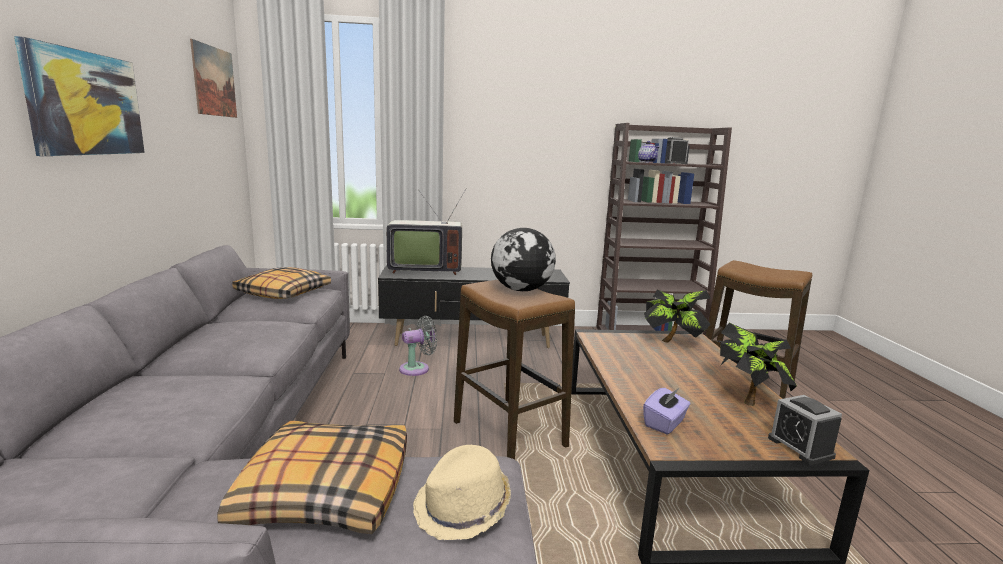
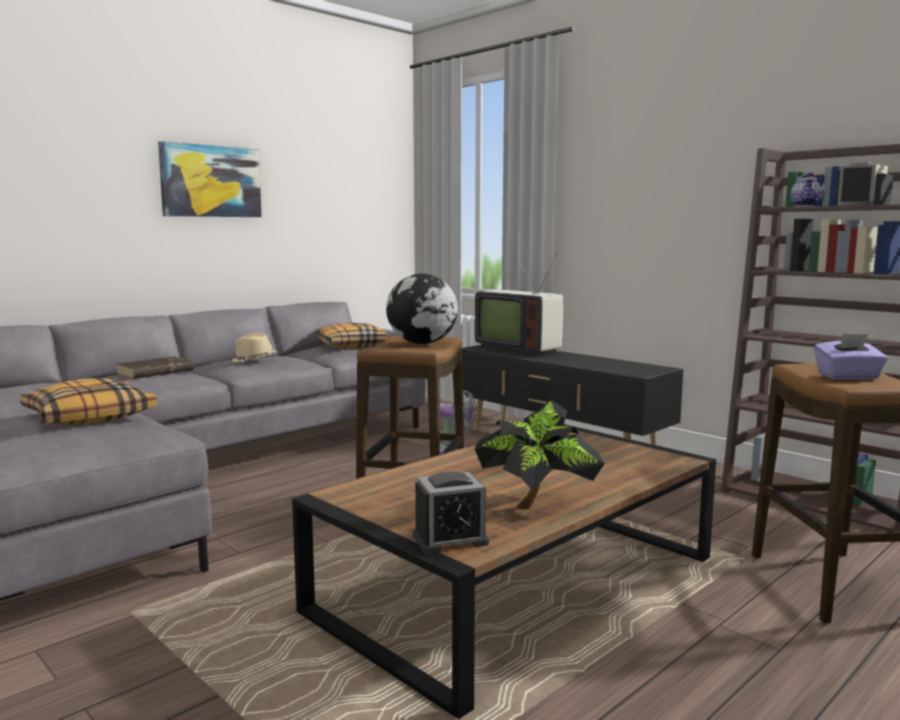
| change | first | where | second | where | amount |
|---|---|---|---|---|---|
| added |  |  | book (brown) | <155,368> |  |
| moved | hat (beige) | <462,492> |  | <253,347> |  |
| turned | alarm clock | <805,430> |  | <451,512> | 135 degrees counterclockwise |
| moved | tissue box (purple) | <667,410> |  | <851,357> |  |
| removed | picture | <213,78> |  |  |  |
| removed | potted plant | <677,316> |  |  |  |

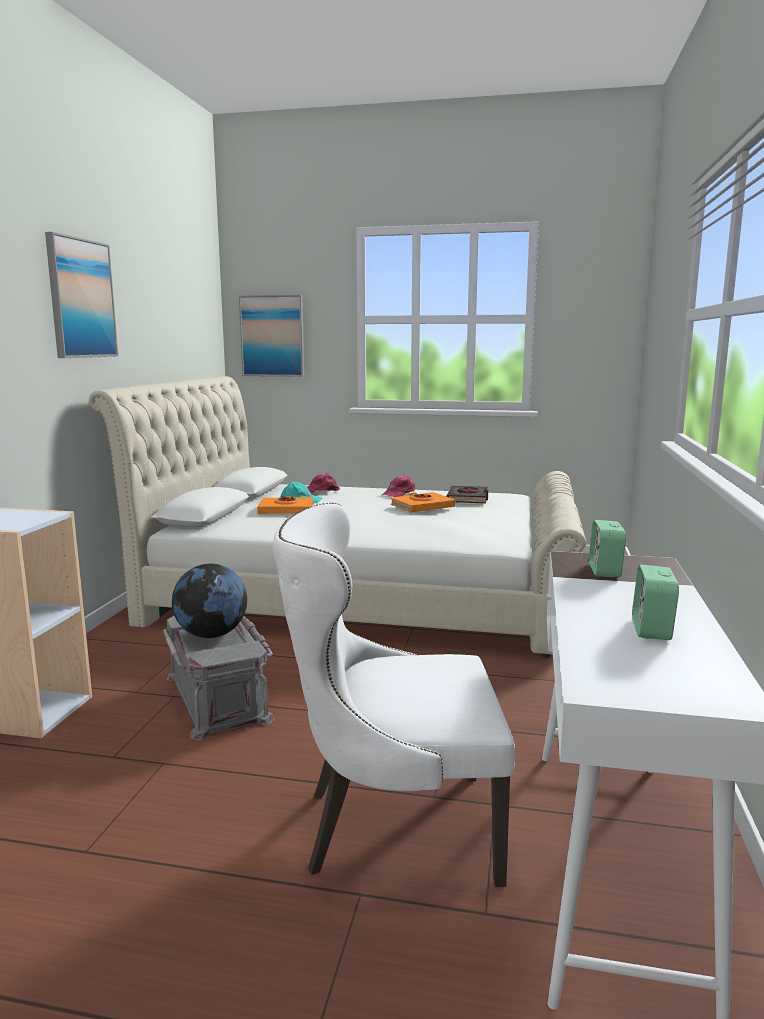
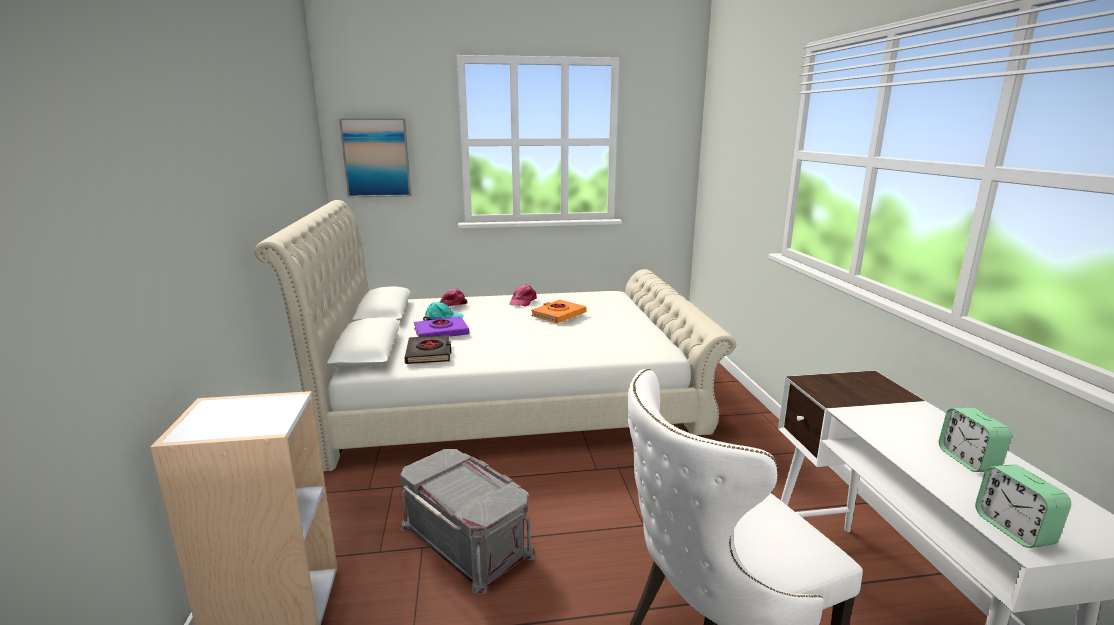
| change | first | where | second | where | amount |
|---|---|---|---|---|---|
| moved | book (black) | <467,495> |  | <427,349> |  |
| recoloured | book (orange) | <285,504> | book (purple) | <441,326> |  |
| moved | alarm clock | <607,548> |  | <1023,506> |  |
| removed | picture | <81,295> |  |  |  |
| removed | globe | <209,601> |  |  |  |

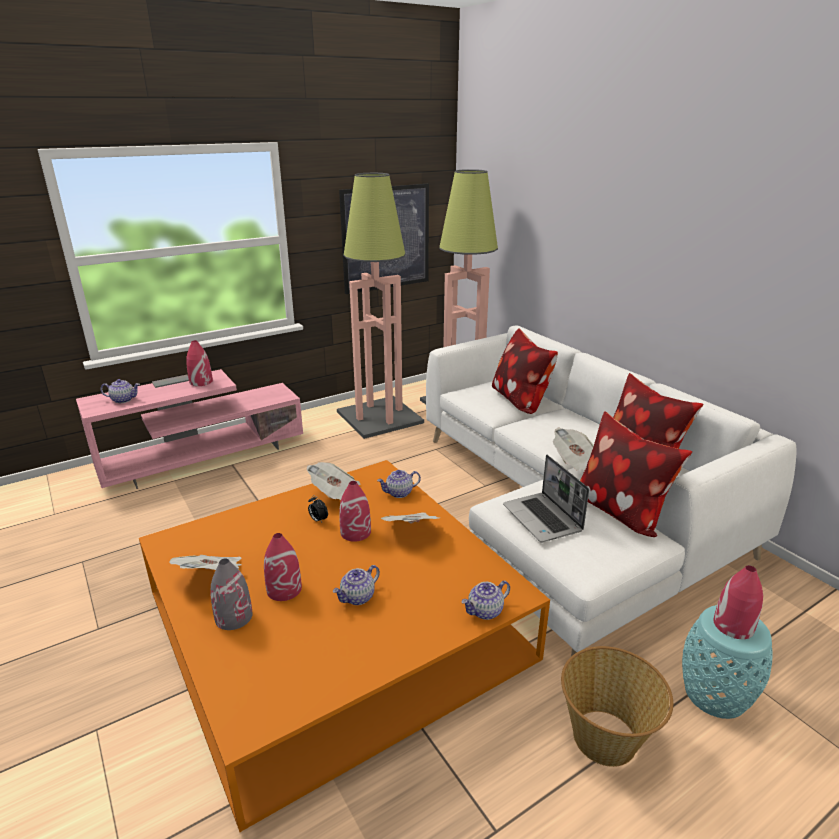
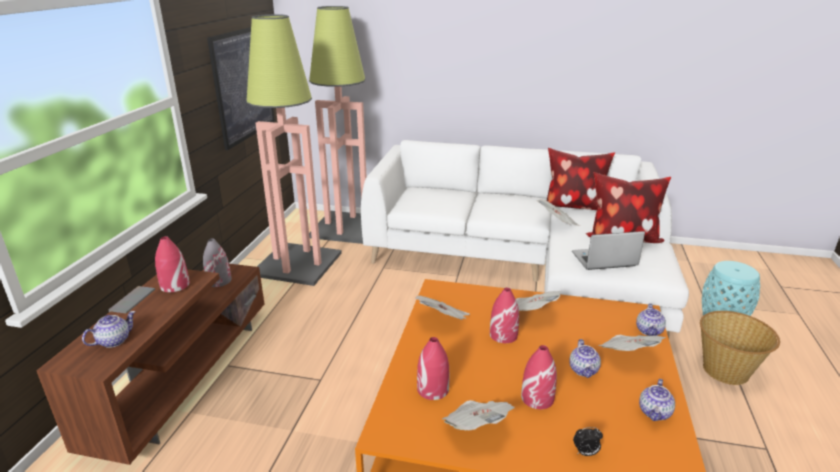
| change | first | where | second | where | amount |
|---|---|---|---|---|---|
| recoloured | tv stand (pink) | <189,429> | tv stand (brown) | <150,364> |  |
| moved | vase (grey) | <231,594> |  | <217,262> |  |
| moved | vase (red) | <738,602> |  | <433,368> |  |
| turned | laptop | <546,498> |  | <608,250> | 150 degrees clockwise |
| moved | alarm clock | <318,509> |  | <588,441> |  |
| added |  |  | newspaper | <632,343> |  |
| moved | teapot | <399,484> |  | <657,400> |  |
| removed | pillow | <525,371> |  |  |  |

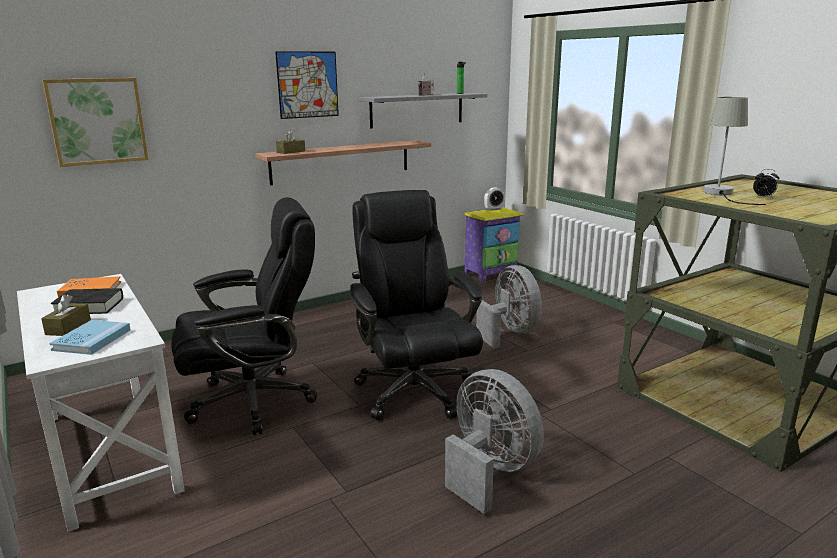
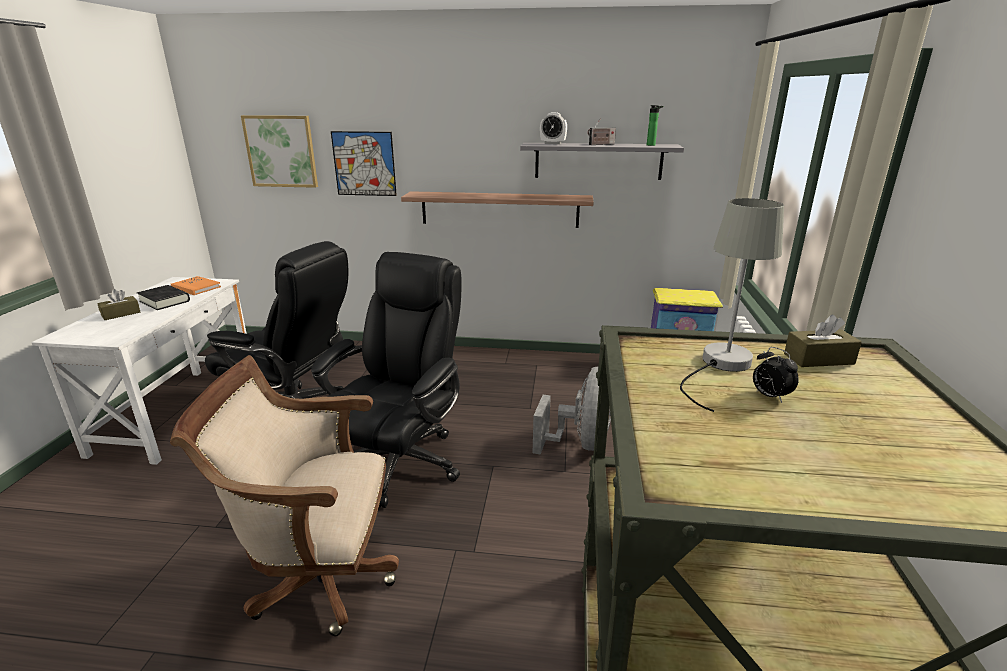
| change | first | where | second | where | amount |
|---|---|---|---|---|---|
| replaced | fan (grey) | <494,441> | office chair | <284,495> |  |
| moved | picture | <307,85> |  | <364,163> |  |
| moved | alarm clock | <494,199> |  | <553,128> |  |
| moved | tissue box (brown) | <290,142> |  | <823,341> |  |
| removed | book (blue) | <90,337> |  |  |  |

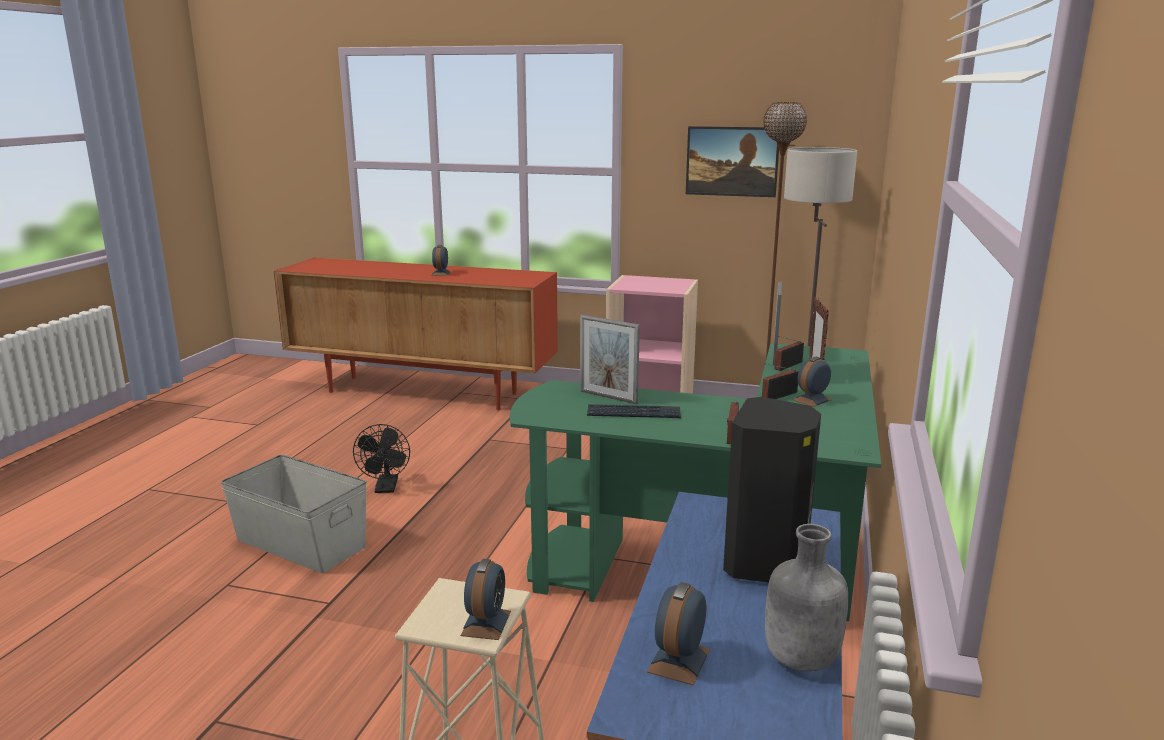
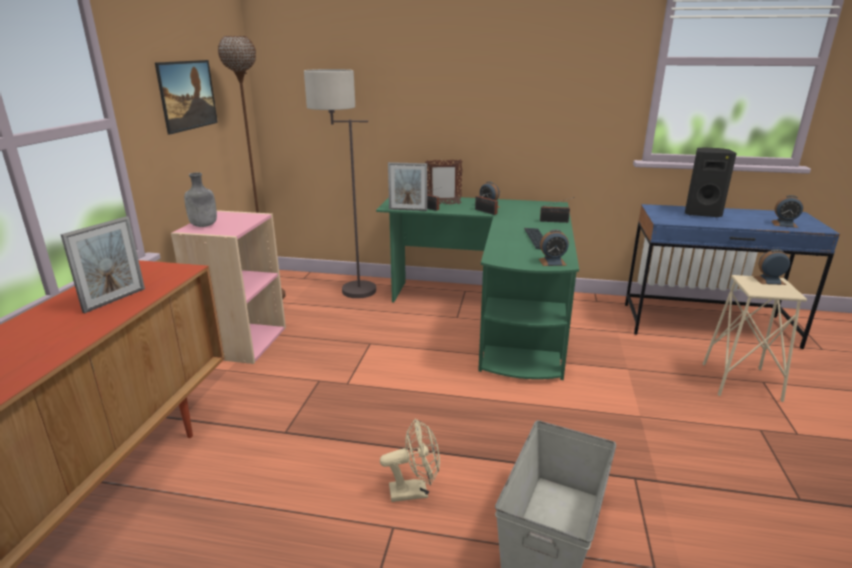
| change | first | where | second | where | amount |
|---|---|---|---|---|---|
| moved | picture frame | <610,359> |  | <102,264> |  |
| moved | bottle (grey) | <806,597> |  | <200,200> |  |
| recoloured | fan (black) | <381,458> | fan (beige) | <410,460> |  |
| moved | alarm clock | <441,260> |  | <554,247> |  |

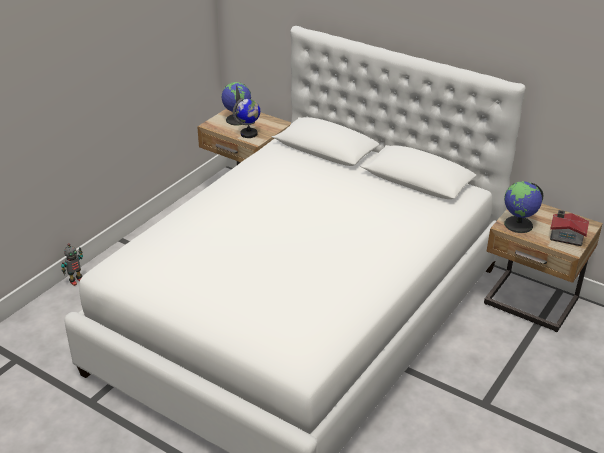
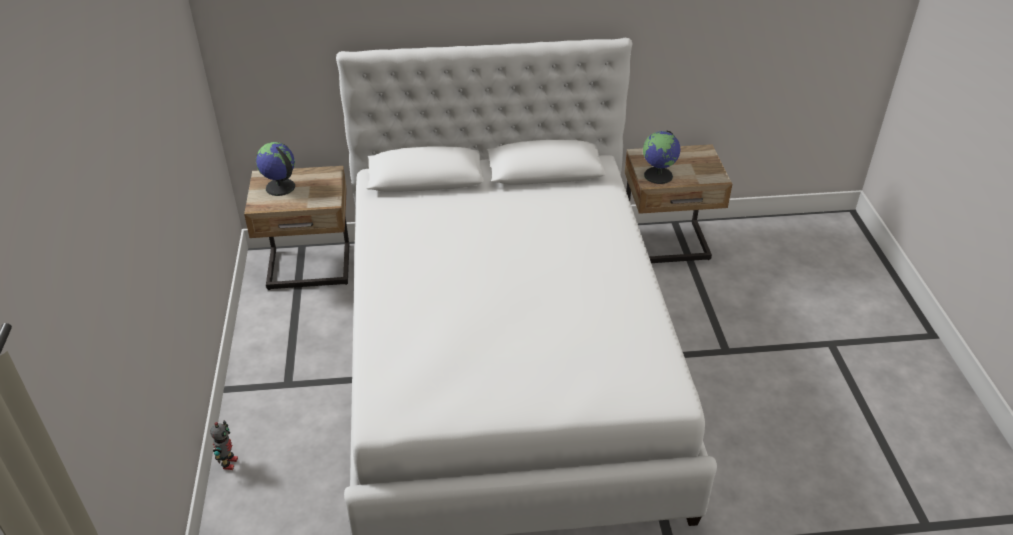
| change | first | where | second | where | amount |
|---|---|---|---|---|---|
| removed | globe | <246,118> |  |  |  |
| removed | toy house | <569,228> |  |  |  |

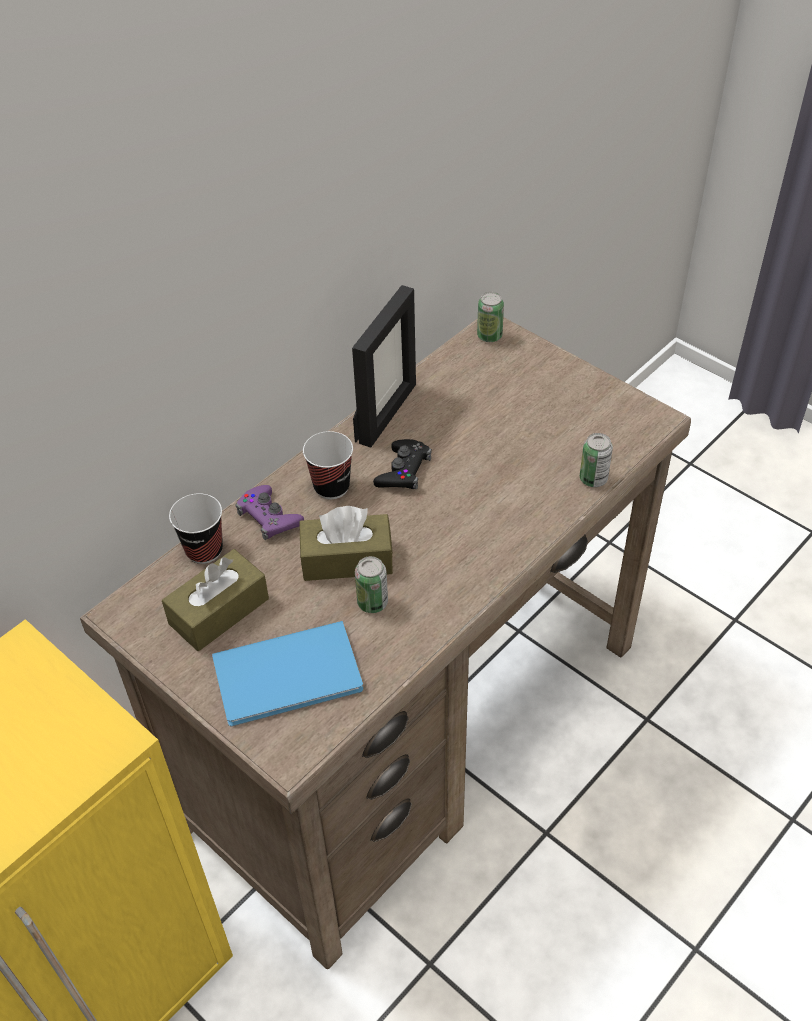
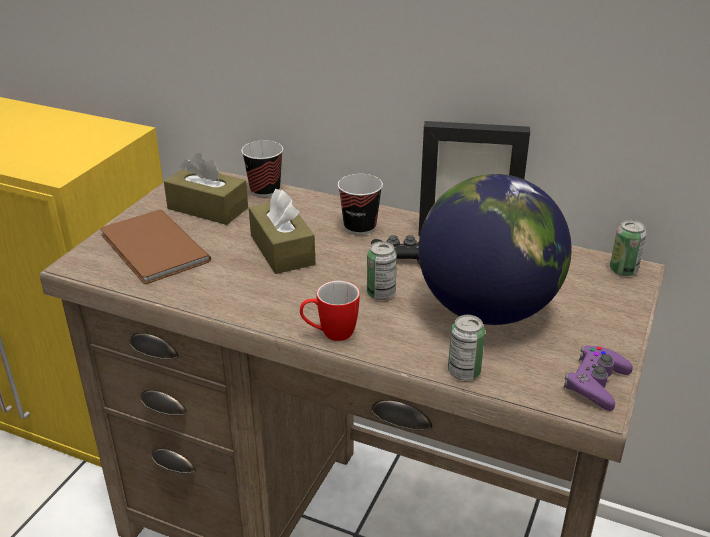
| change | first | where | second | where | amount |
|---|---|---|---|---|---|
| recoloured | book (blue) | <288,674> | book (brown) | <155,247> |  |
| added |  |  | mug | <330,311> |  |
| moved | can | <371,584> |  | <382,270> |  |
| added |  |  | globe | <495,249> |  |
| moved | game controller (purple) | <269,512> |  | <598,378> |  |

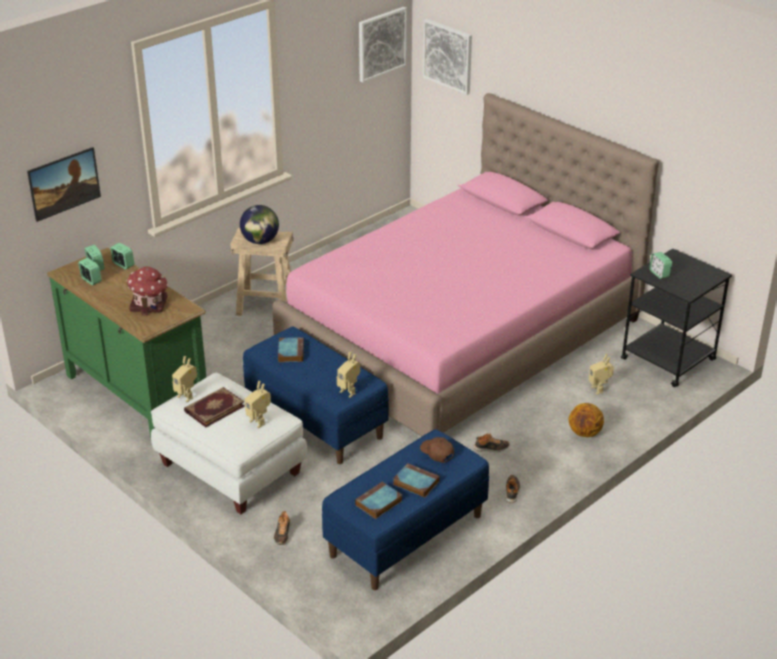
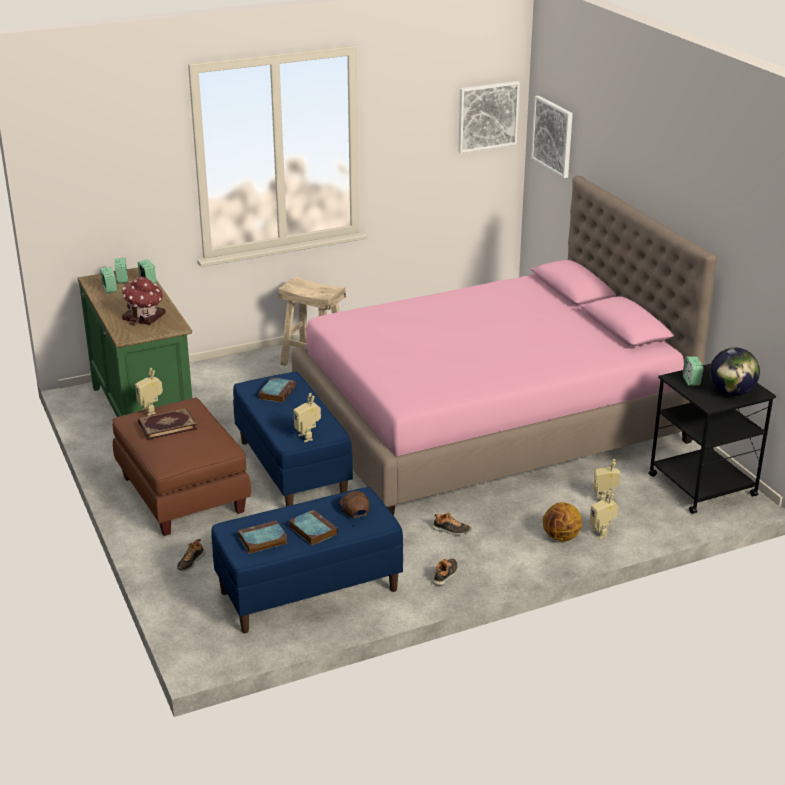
| change | first | where | second | where | amount |
|---|---|---|---|---|---|
| recoloured | ottoman (white) | <229,443> | ottoman (brown) | <182,467> |  |
| moved | toy robot | <258,404> |  | <604,514> |  |
| moved | globe | <259,224> |  | <735,371> |  |
| removed | picture | <64,184> |  |  |  |

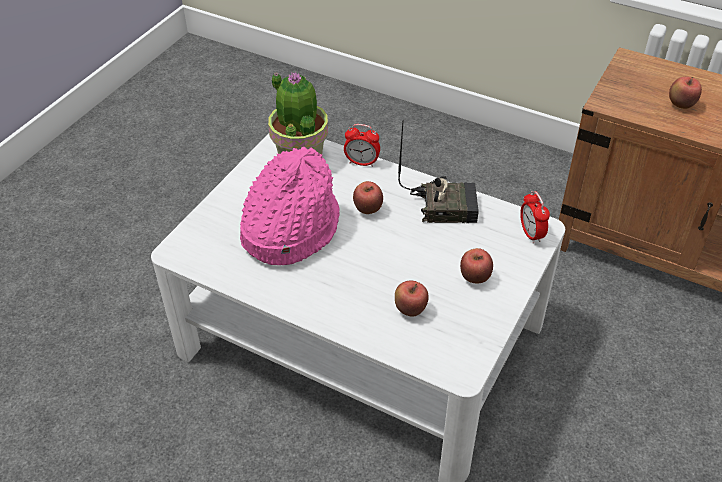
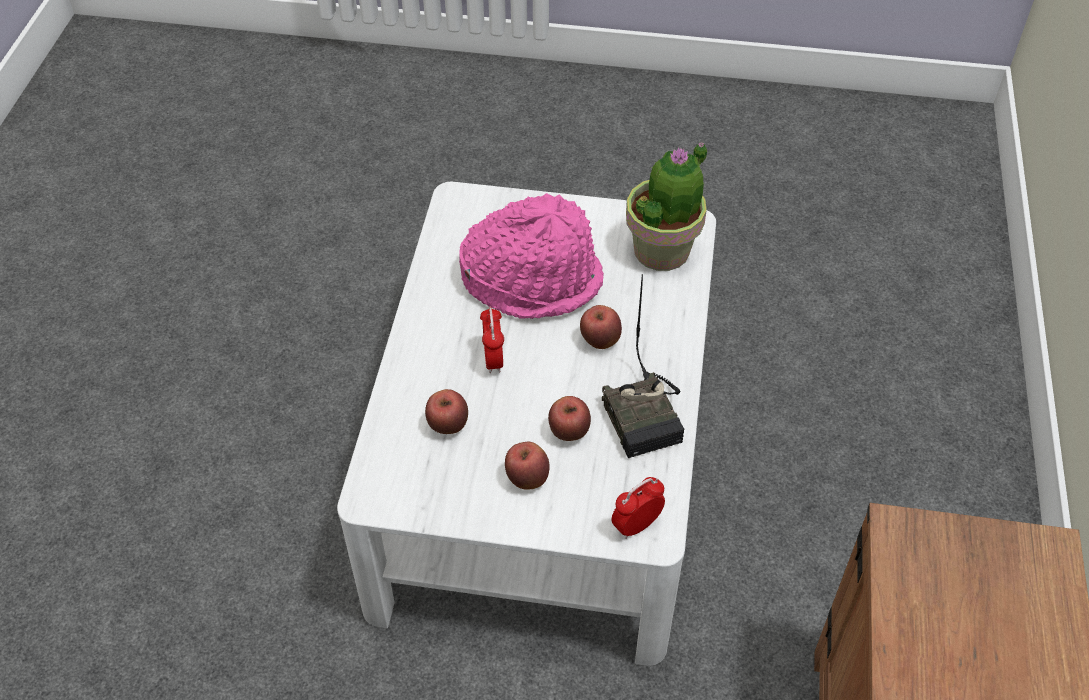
| change | first | where | second | where | amount |
|---|---|---|---|---|---|
| moved | alarm clock | <362,145> |  | <492,339> |  |
| moved | apple | <685,93> |  | <569,418> |  |

